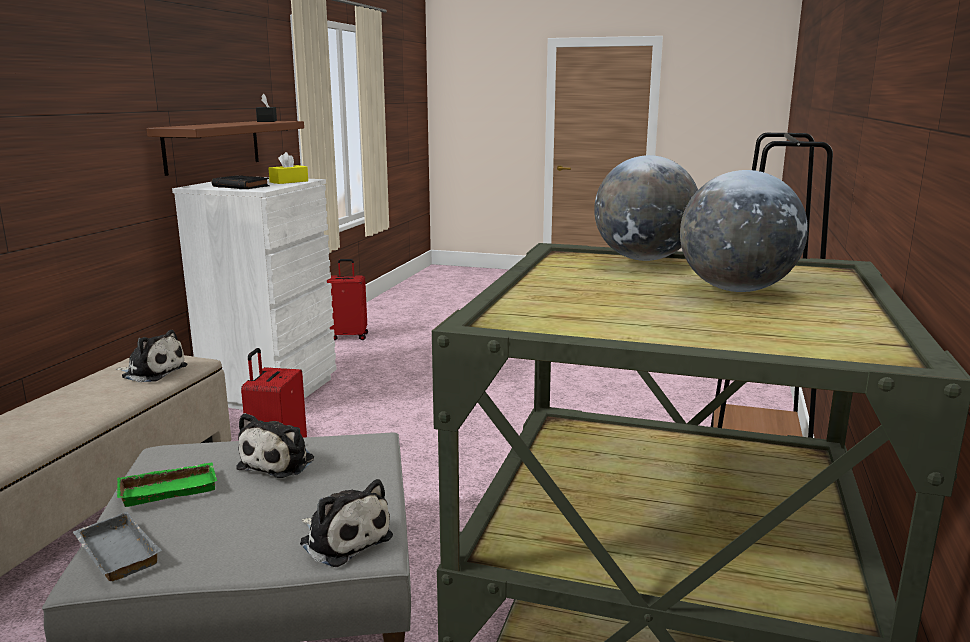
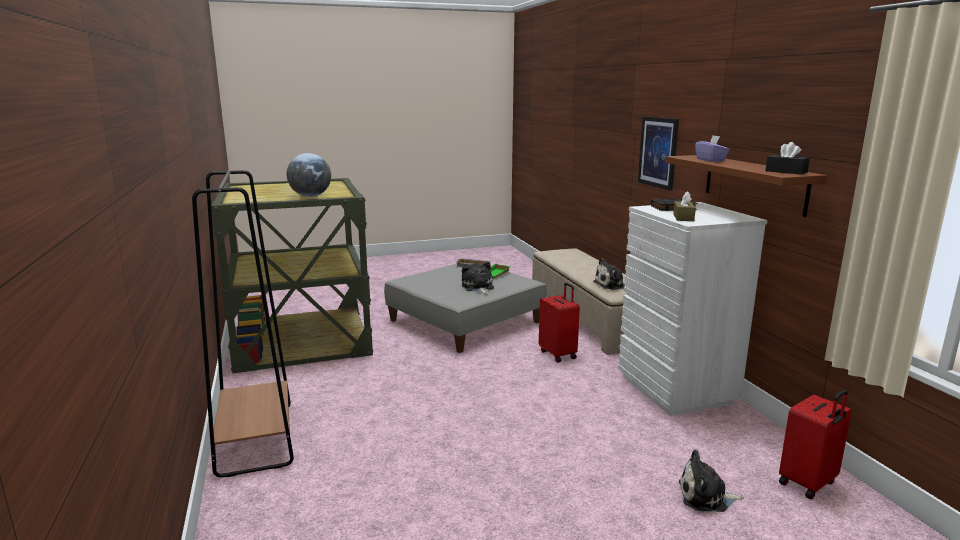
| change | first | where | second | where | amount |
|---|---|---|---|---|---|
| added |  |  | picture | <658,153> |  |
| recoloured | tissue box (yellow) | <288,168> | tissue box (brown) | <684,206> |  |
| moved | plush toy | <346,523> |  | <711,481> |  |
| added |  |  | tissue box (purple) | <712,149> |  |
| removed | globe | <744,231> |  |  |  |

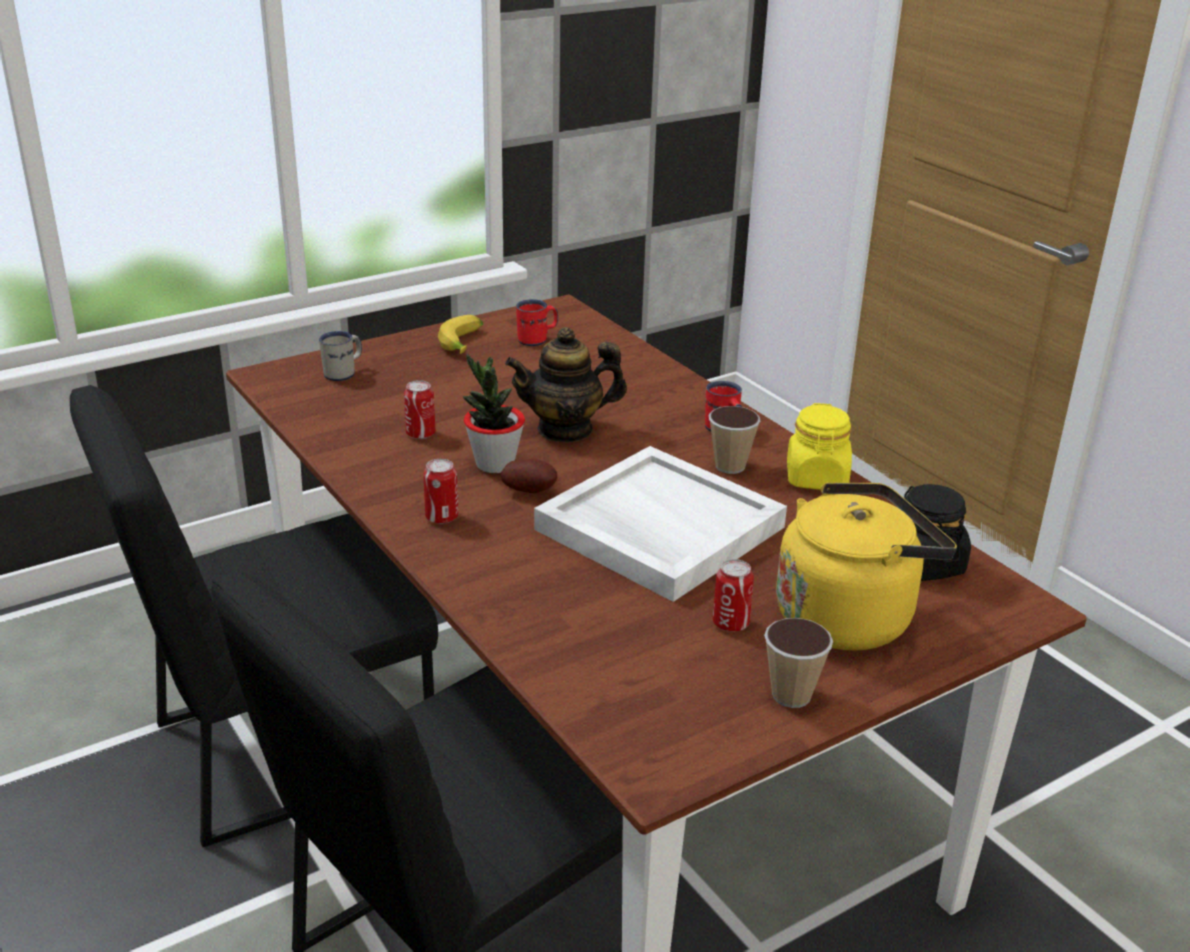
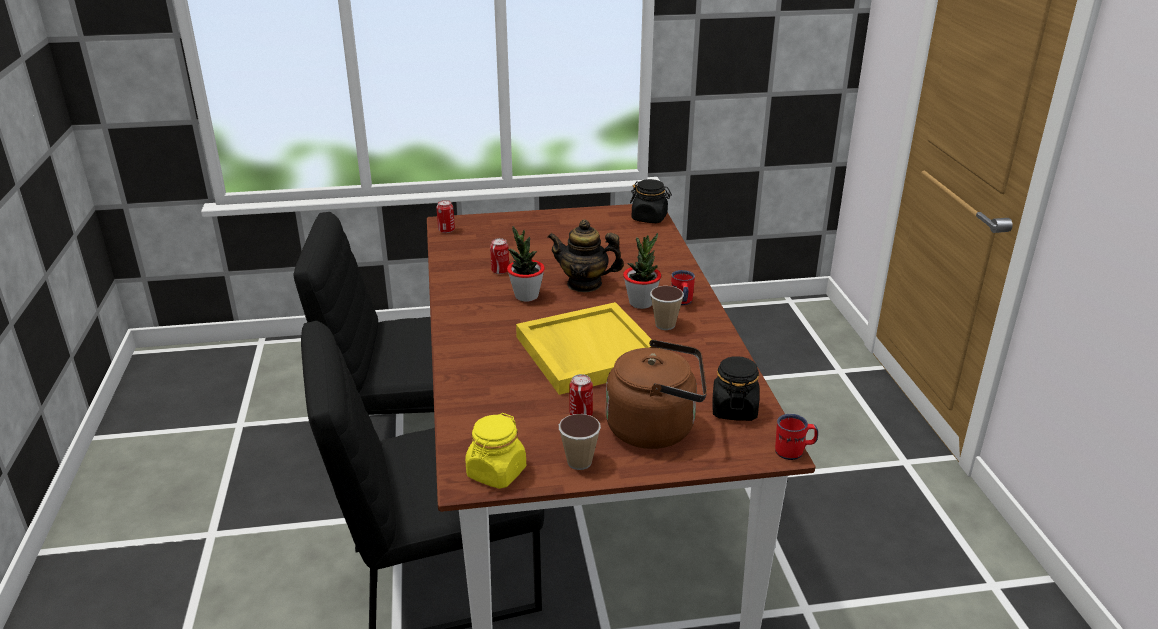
| change | first | where | second | where | amount |
|---|---|---|---|---|---|
| moved | can | <441,491> |  | <445,216> |  |
| moved | jar (yellow) | <819,446> |  | <495,451> |  |
| recoloured | tray (white) | <660,524> | tray (yellow) | <584,348> |  |
| recoloured | kettle (yellow) | <866,566> | kettle (brown) | <656,394> |  |
| added |  |  | potted plant | <642,271> |  |
| added |  |  | jar (black) | <651,201> |  |
| moved | mug (red) | <537,322> |  | <796,437> |  |
| removed | mug (white) | <340,356> |  |  |  |
| removed | banana | <460,334> |  |  |  |
| removed | potato | <529,476> |  |  |  |

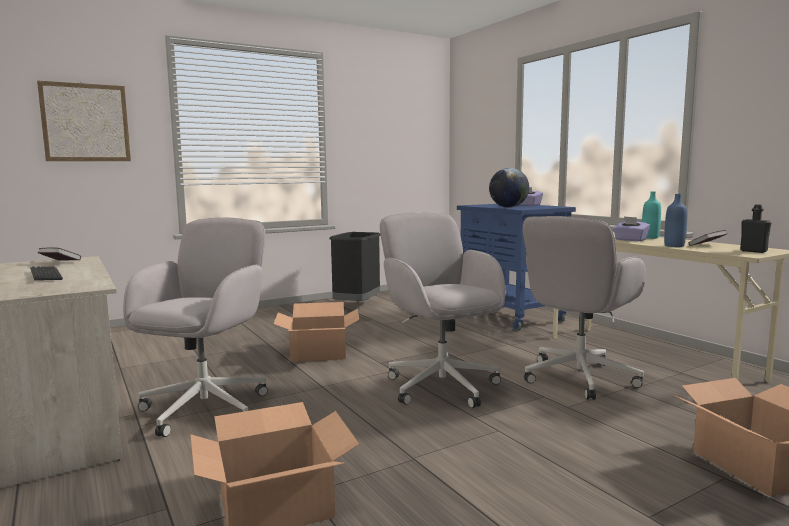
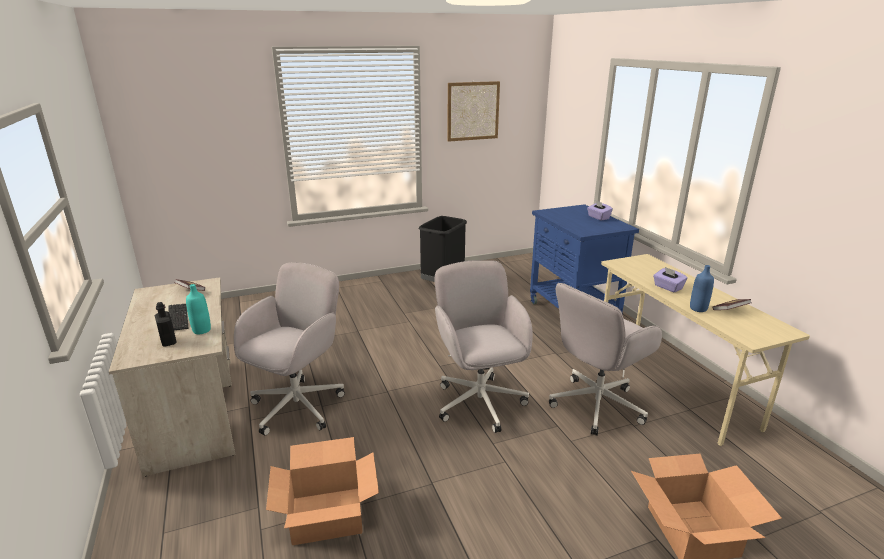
| change | first | where | second | where | amount |
|---|---|---|---|---|---|
| moved | bottle (black) | <756,228> |  | <166,324> |  |
| moved | bottle (turquoise) | <651,215> |  | <198,309> |  |
| moved | picture | <84,121> |  | <473,111> |  |
| removed | cardboard box | <316,332> |  |  |  |
| removed | globe | <509,188> |  |  |  |

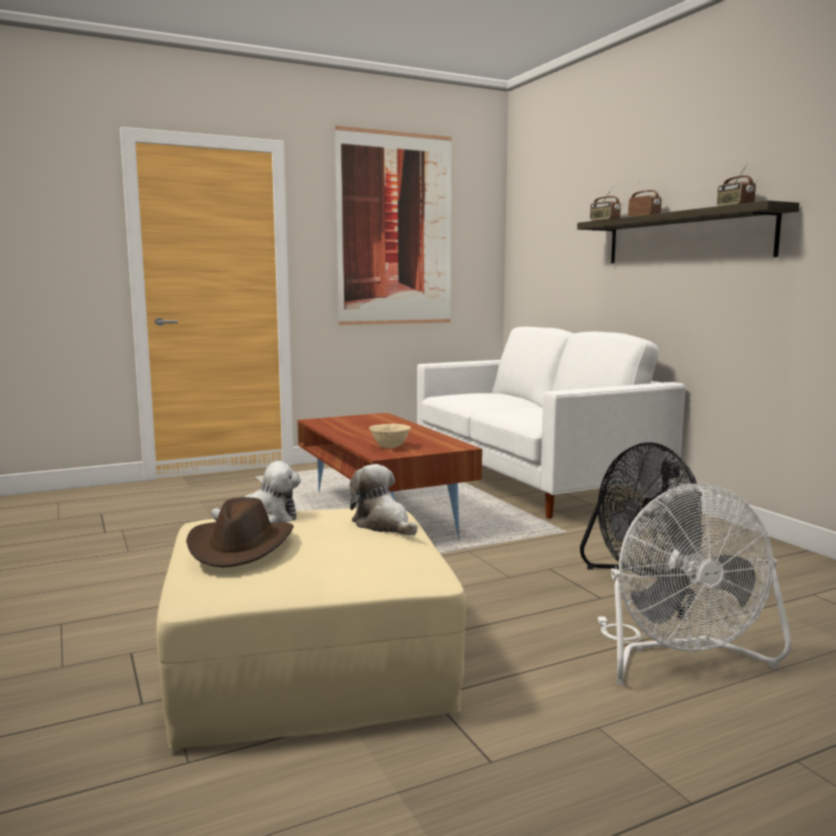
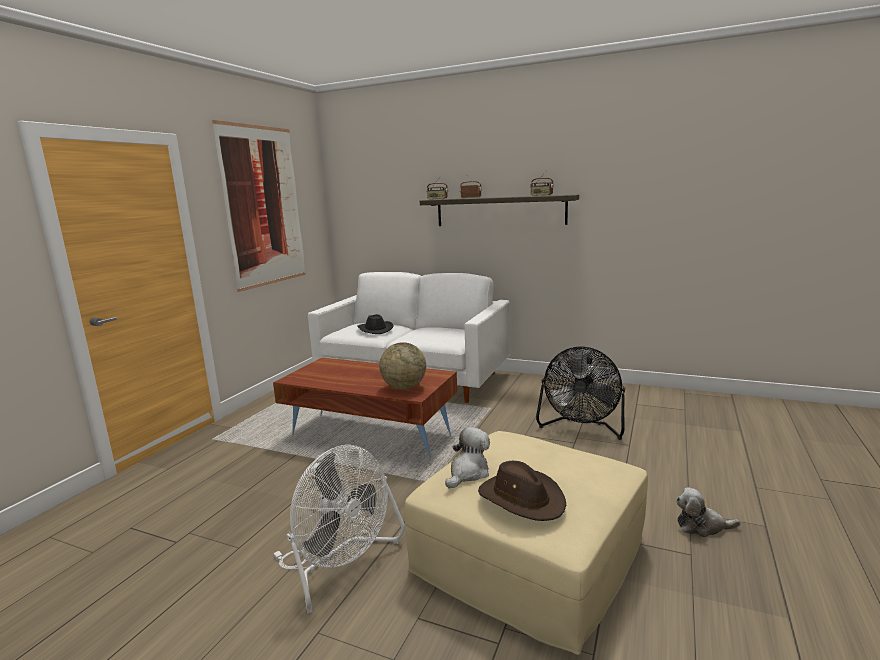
| change | first | where | second | where | amount |
|---|---|---|---|---|---|
| moved | fan (white) | <695,584> |  | <339,529> |  |
| added |  |  | hat (black) | <375,324> |  |
| replaced | bowl (beige) | <390,436> | globe | <402,366> |  |
| moved | plush toy | <383,500> |  | <708,512> |  |

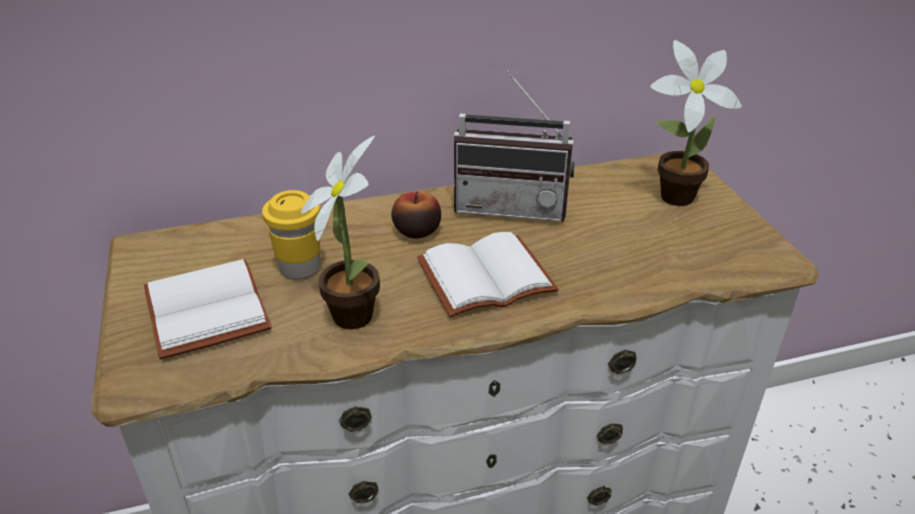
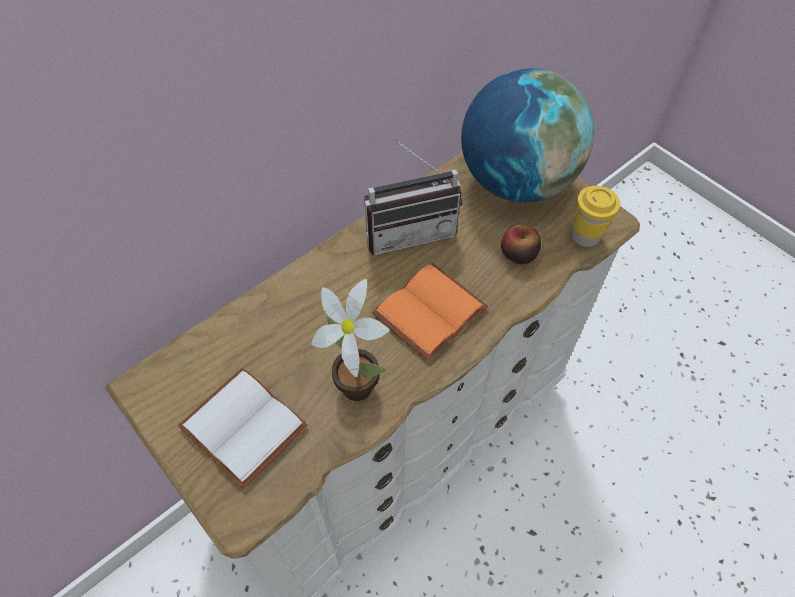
| change | first | where | second | where | amount |
|---|---|---|---|---|---|
| recoloured | book (white) | <488,274> | book (orange) | <430,312> |  |
| replaced | potted plant | <696,123> | globe | <527,135> |  |
| moved | apple | <416,215> |  | <521,244> |  |
| moved | cup (yellow) | <291,235> |  | <596,216> |  |

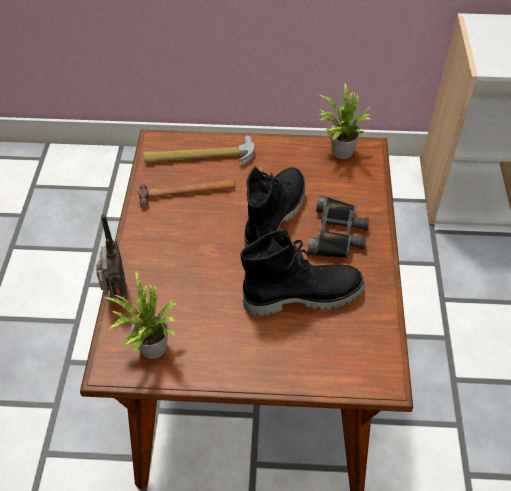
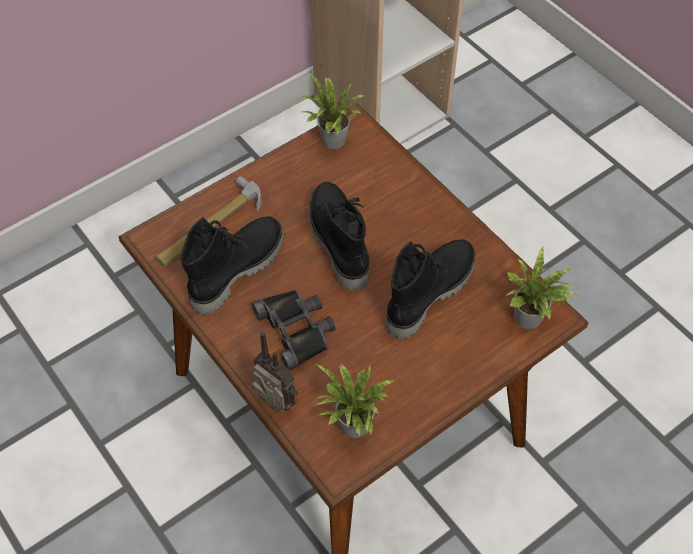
| change | first | where | second | where | amount |
|---|---|---|---|---|---|
| replaced | hammer | <186,194> | boot (black) | <232,265> |  |
| moved | binoculars (black) | <338,227> |  | <294,330> |  |
| added |  |  | potted plant | <542,288> |  |

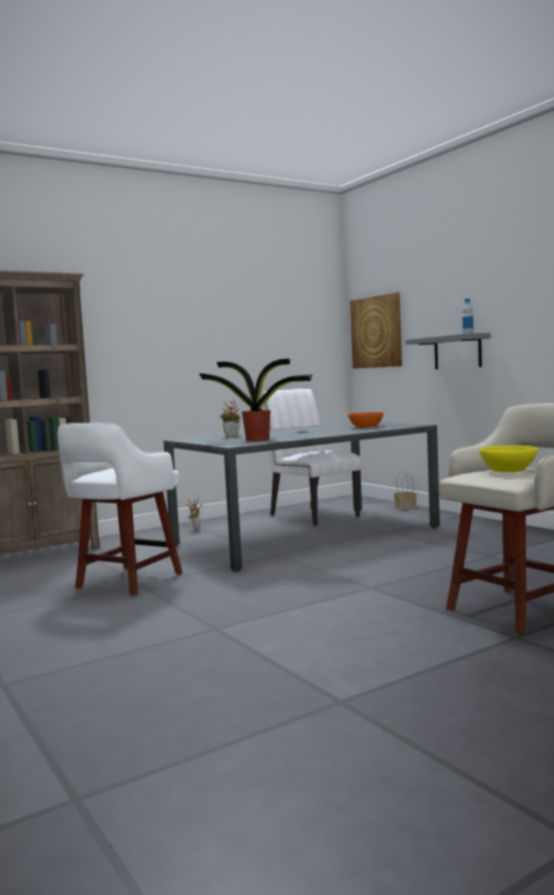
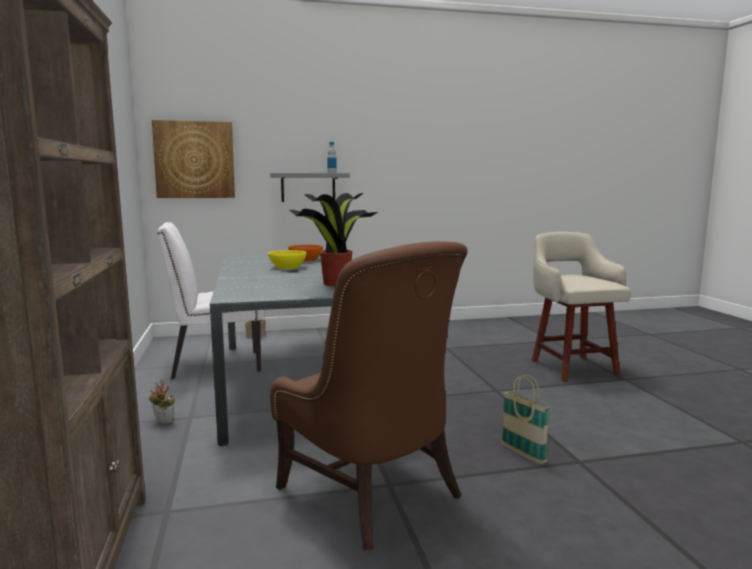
| change | first | where | second | where | amount |
|---|---|---|---|---|---|
| moved | bowl (yellow) | <508,458> |  | <287,259> |  |
| replaced | stool (white) | <120,509> | chair (brown) | <369,395> |  |
| added |  |  | basket | <525,419> |  |
| removed | potted plant | <230,418> |  |  |  |

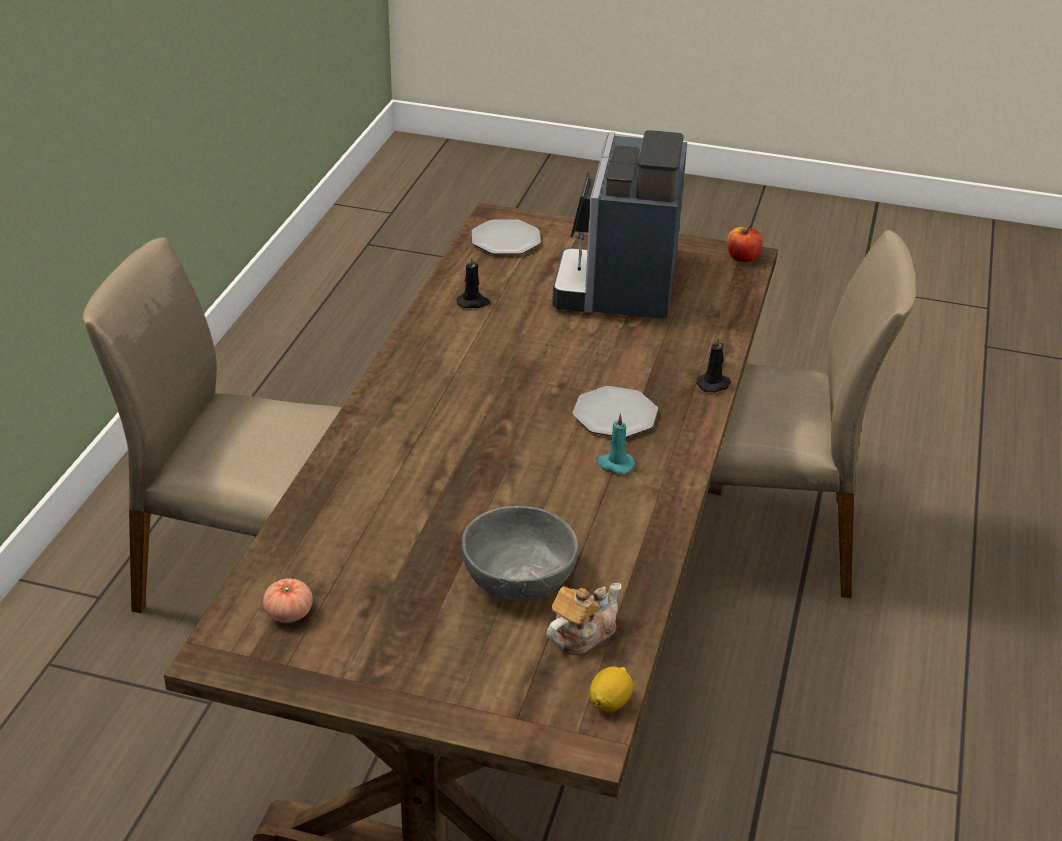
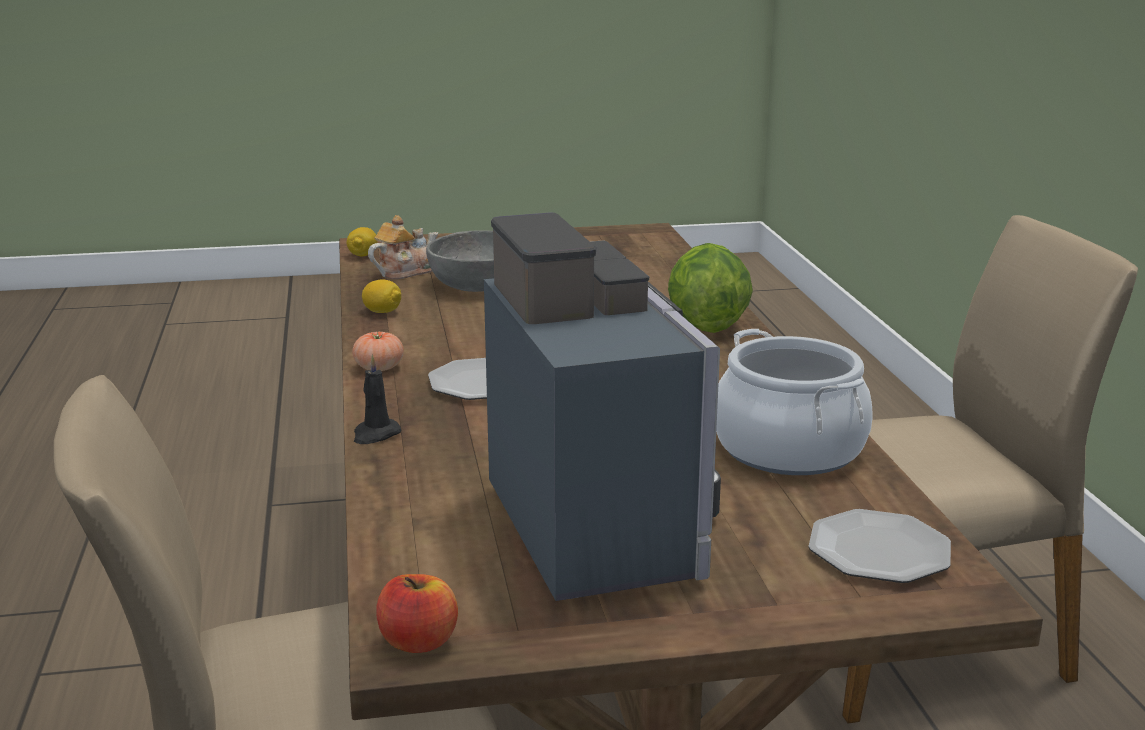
| change | first | where | second | where | amount |
|---|---|---|---|---|---|
| moved | tomato | <288,601> |  | <378,351> |  |
| added |  |  | lemon | <381,296> |  |
| turned | teapot | <584,619> |  | <403,247> | 150 degrees counterclockwise |
| added |  |  | lettuce | <710,288> |  |
| replaced | candle (black) | <474,281> | cooking pot | <794,402> |  |
| removed | candle (turquoise) | <616,443> |  |  |  |

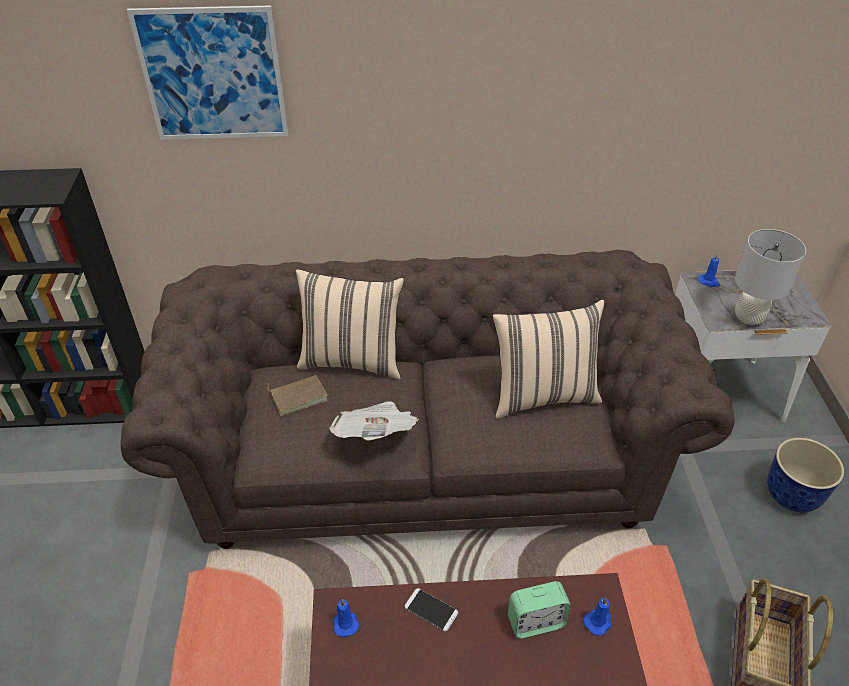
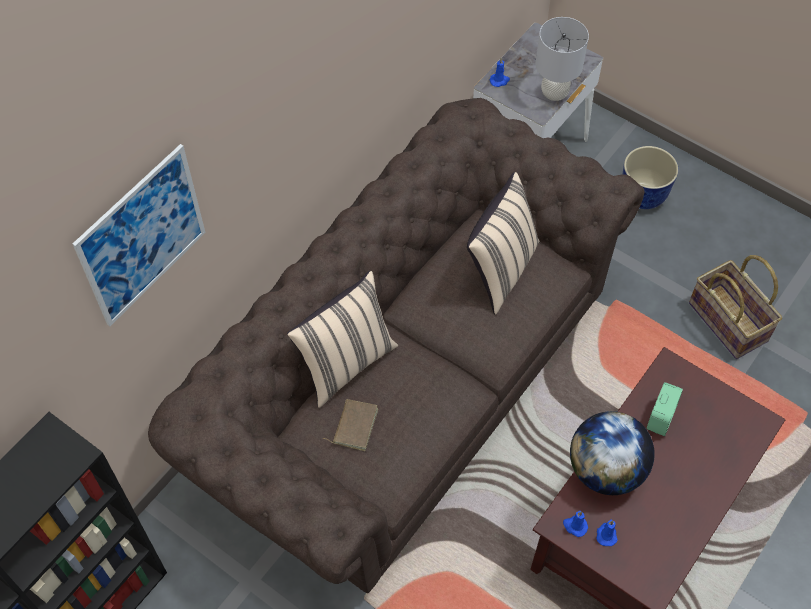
| change | first | where | second | where | amount |
|---|---|---|---|---|---|
| replaced | phone | <431,609> | globe | <612,453> |  |
| moved | candle (blue) | <598,616> |  | <607,532> |  |
| removed | newspaper | <374,421> |  |  |  |

